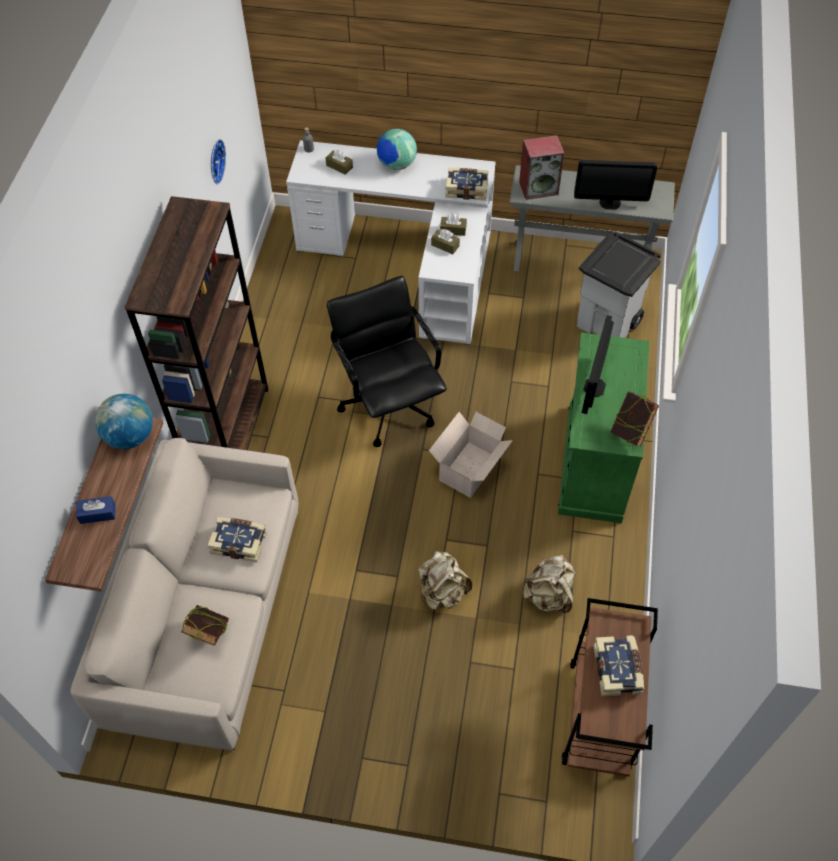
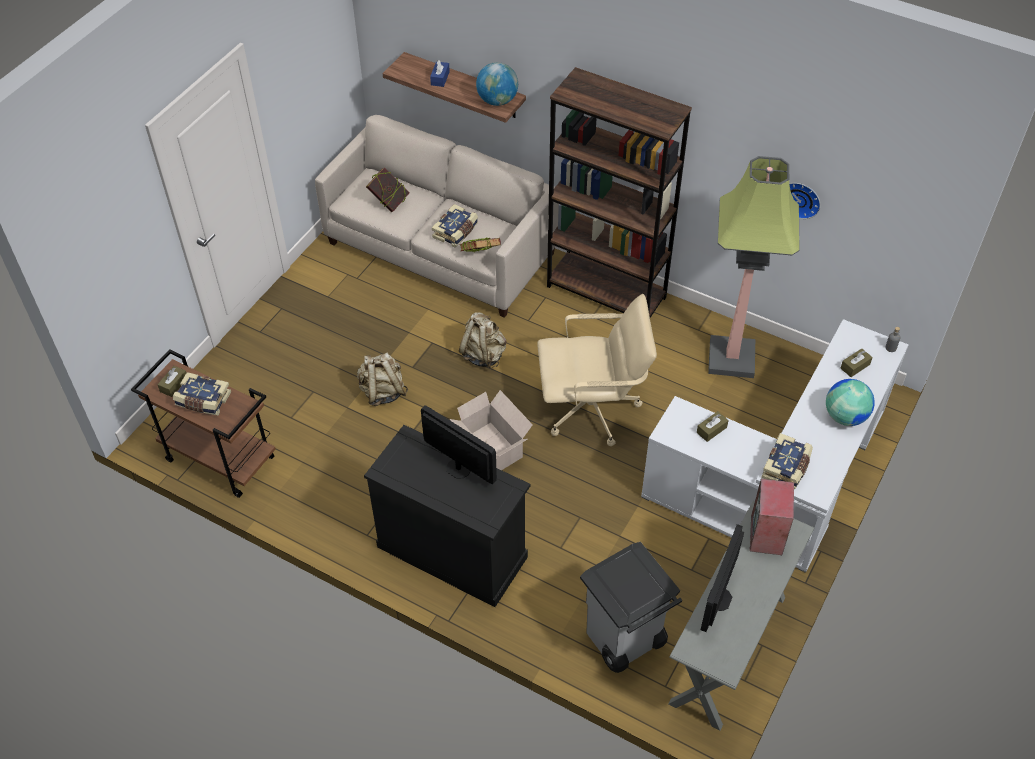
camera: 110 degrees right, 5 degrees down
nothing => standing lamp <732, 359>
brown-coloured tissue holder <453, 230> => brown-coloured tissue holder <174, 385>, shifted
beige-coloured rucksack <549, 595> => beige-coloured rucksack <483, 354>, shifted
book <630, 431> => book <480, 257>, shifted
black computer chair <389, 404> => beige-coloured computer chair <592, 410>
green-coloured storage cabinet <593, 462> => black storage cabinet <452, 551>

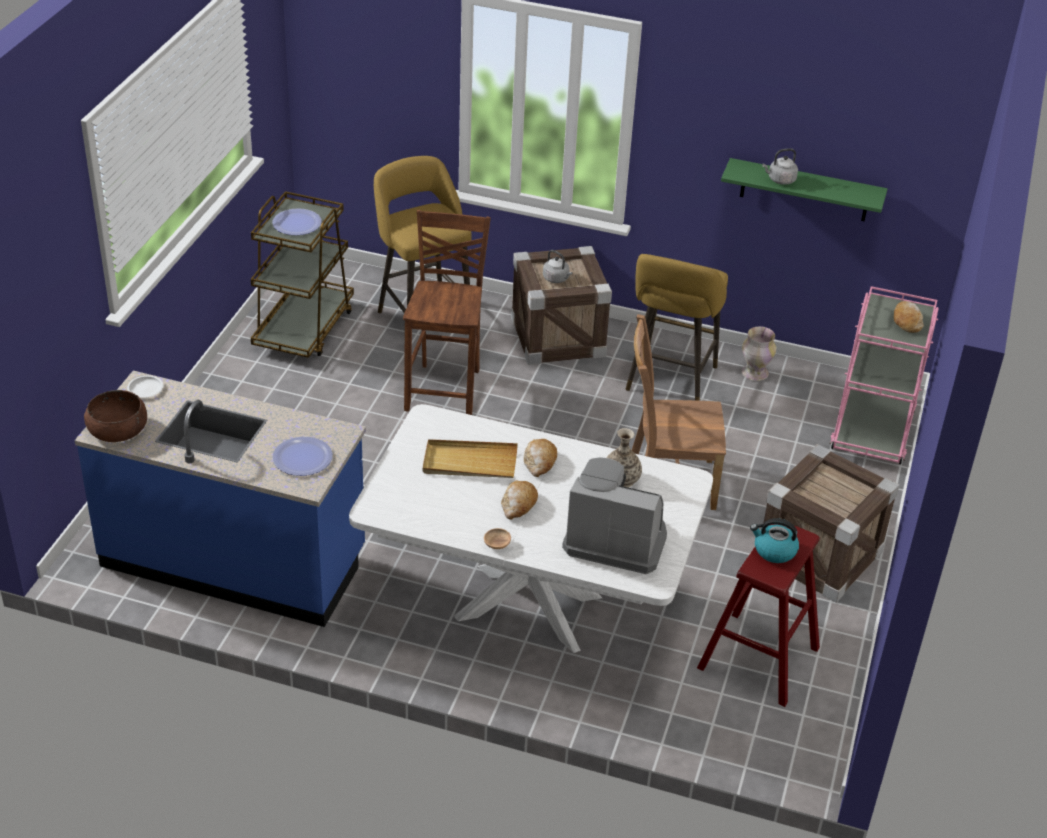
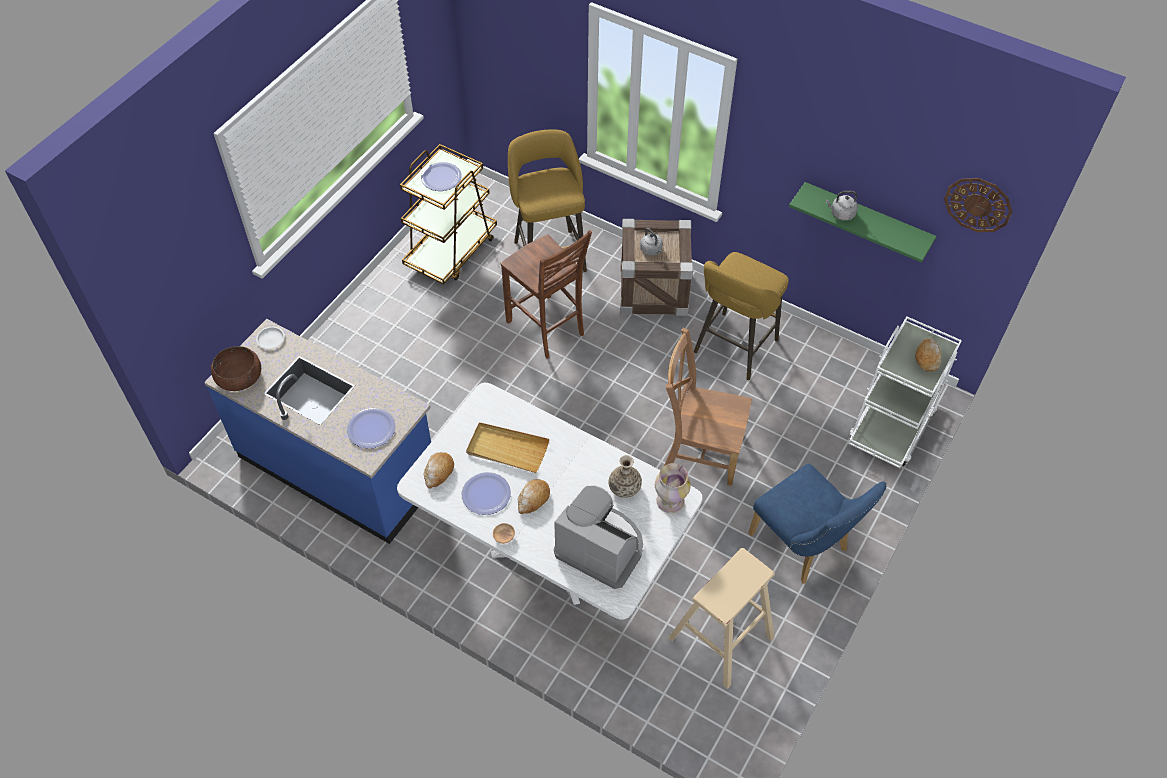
camera: 15 degrees right, 15 degrees up
tea kettle <774, 551> => nothing
nothing => dinner plate <486, 494>
nothing => clock on the wall <978, 204>
bread <539, 462> => bread <438, 472>, shifted
flower vase <754, 373> => flower vase <669, 501>, shifted
crate <819, 556> => blue upright chair <803, 547>
reddish sitting stool <758, 658> => beige-coloured sitting stool <720, 638>
pink cart <872, 429> => whitish cart <891, 425>
brown-coloured upright chair <445, 389> => brown-coloured upright chair <546, 329>, 120 degrees clockwise

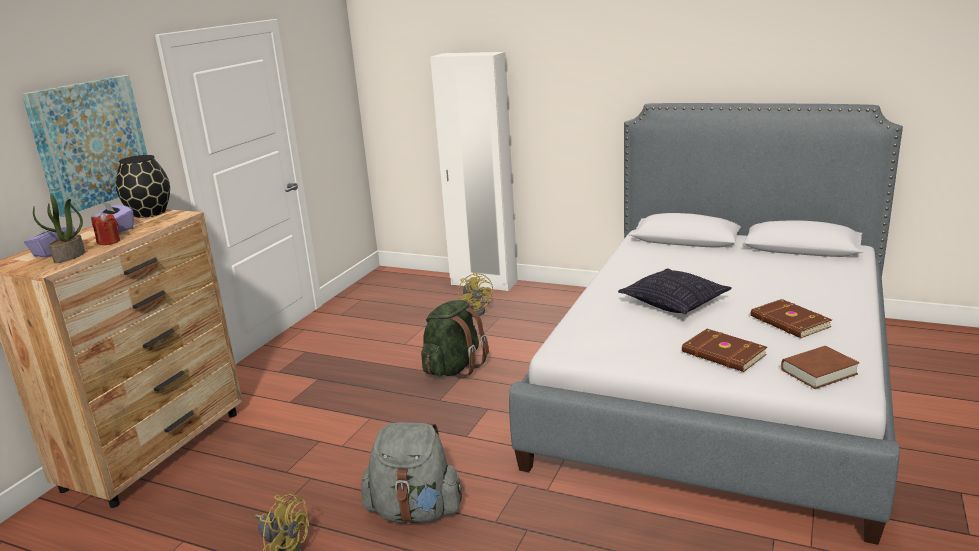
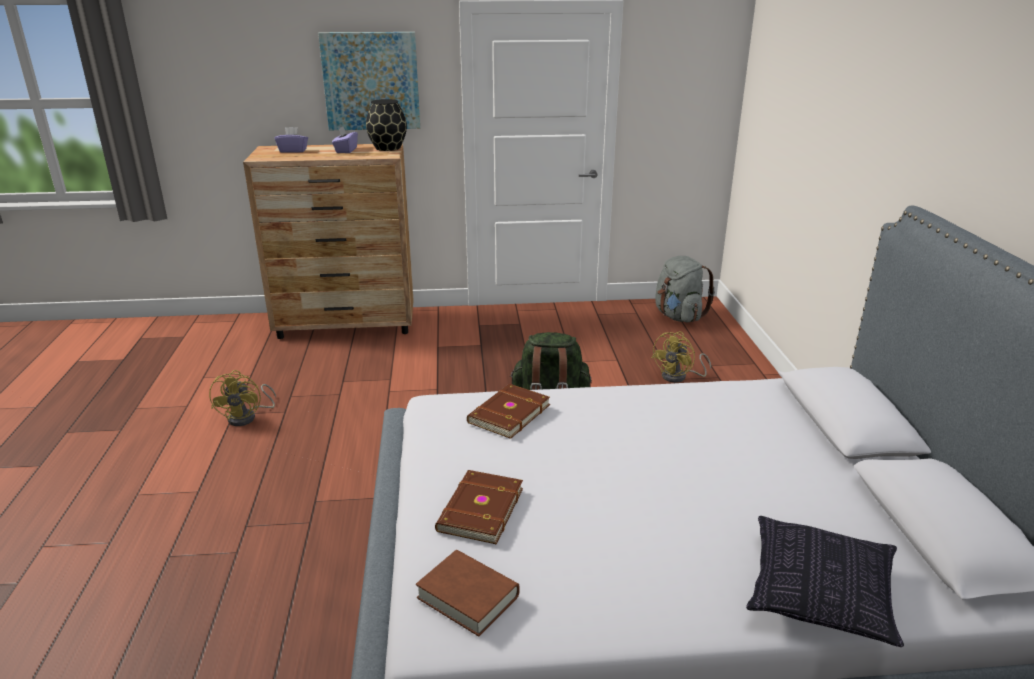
camera: 60 degrees right, 5 degrees up
houseplant <69, 256> => nothing
reddish wax candle <109, 242> => nothing
whitish armoire <483, 283> => nothing
greyish rucksack <415, 511> => greyish rucksack <678, 316>, shifted
cushion <674, 303> => cushion <819, 595>, shifted
brown-coloured book <789, 322> => brown-coloured book <507, 413>, shifted

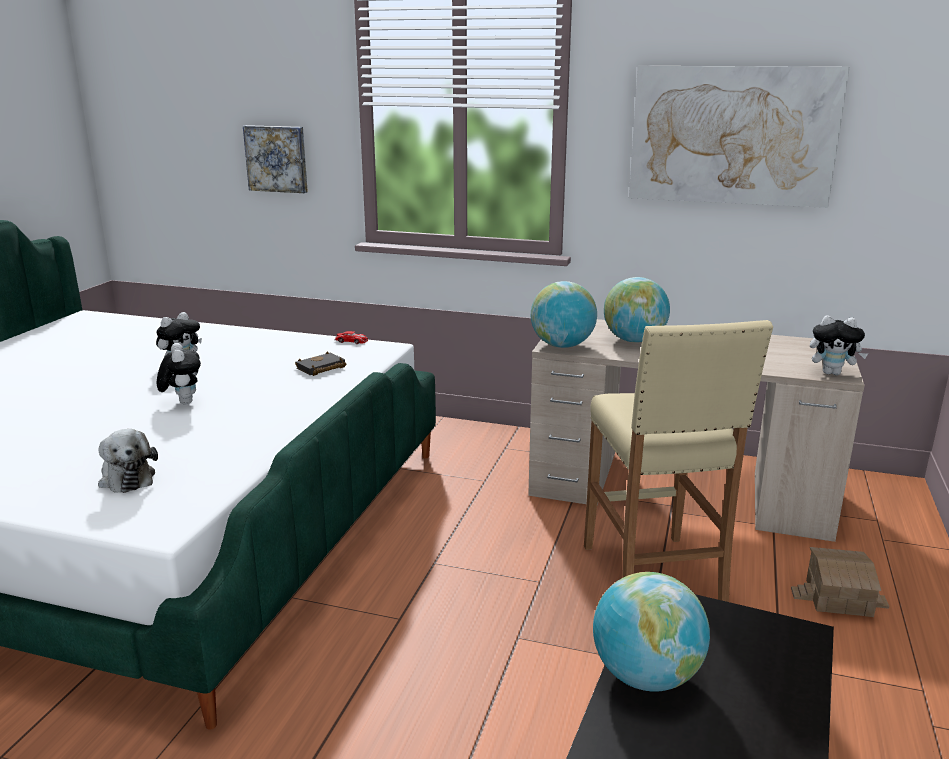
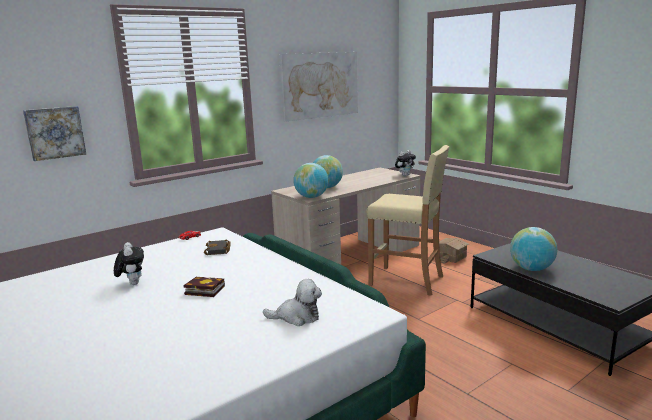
camera: 55 degrees left, 5 degrees down
cuddly toy <183, 402> => book <203, 290>

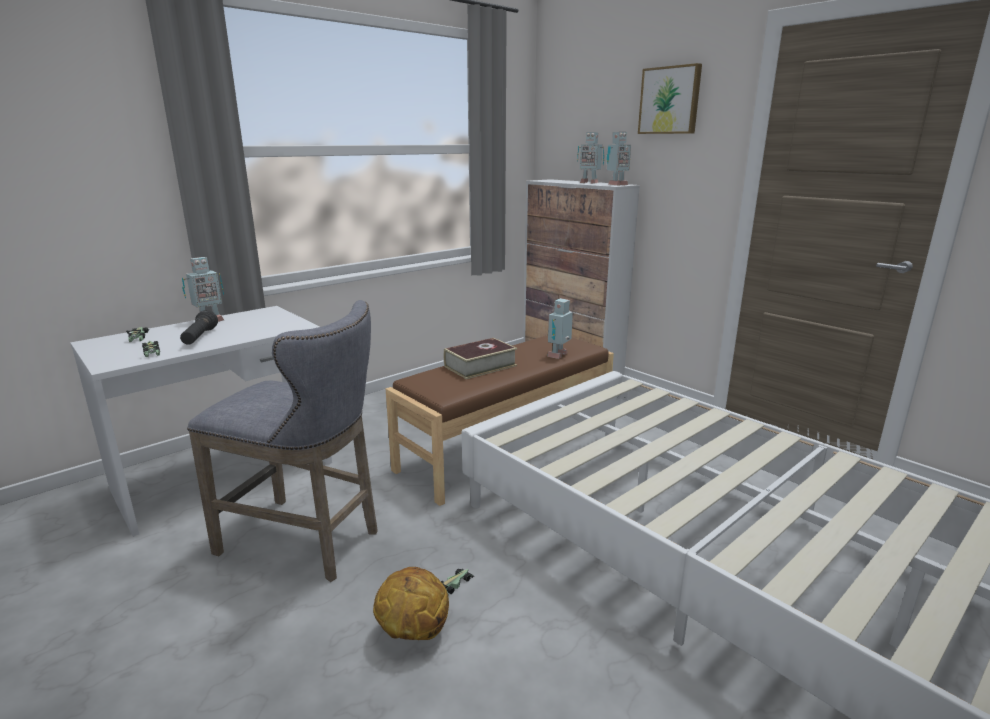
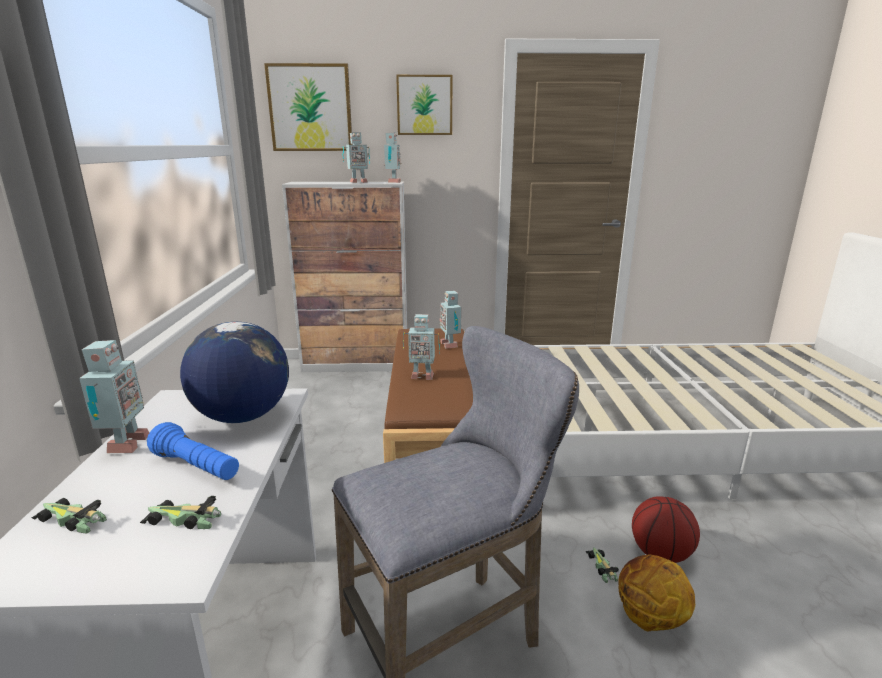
camera: 50 degrees left, 0 degrees up
nothing => world globe <242, 416>
nothing => wall picture <310, 108>
nothing => ball for basketball <661, 554>
book <480, 366> => robot figure <421, 375>
black flashlight <200, 338> => blue flashlight <197, 467>

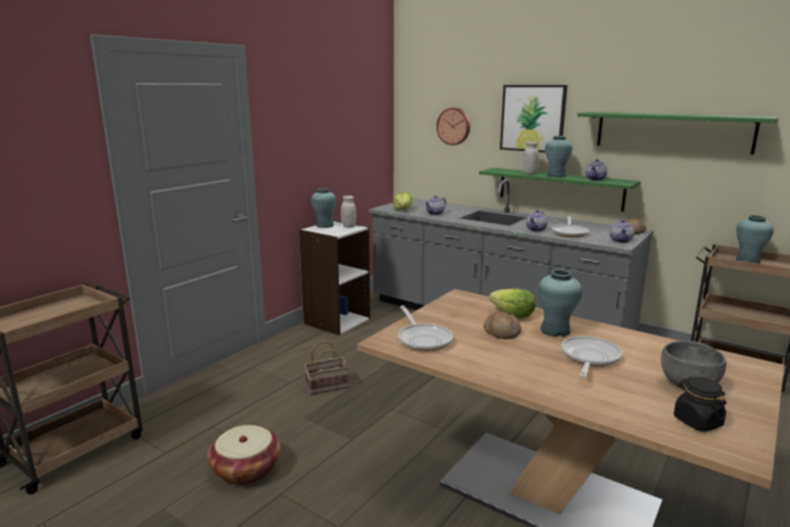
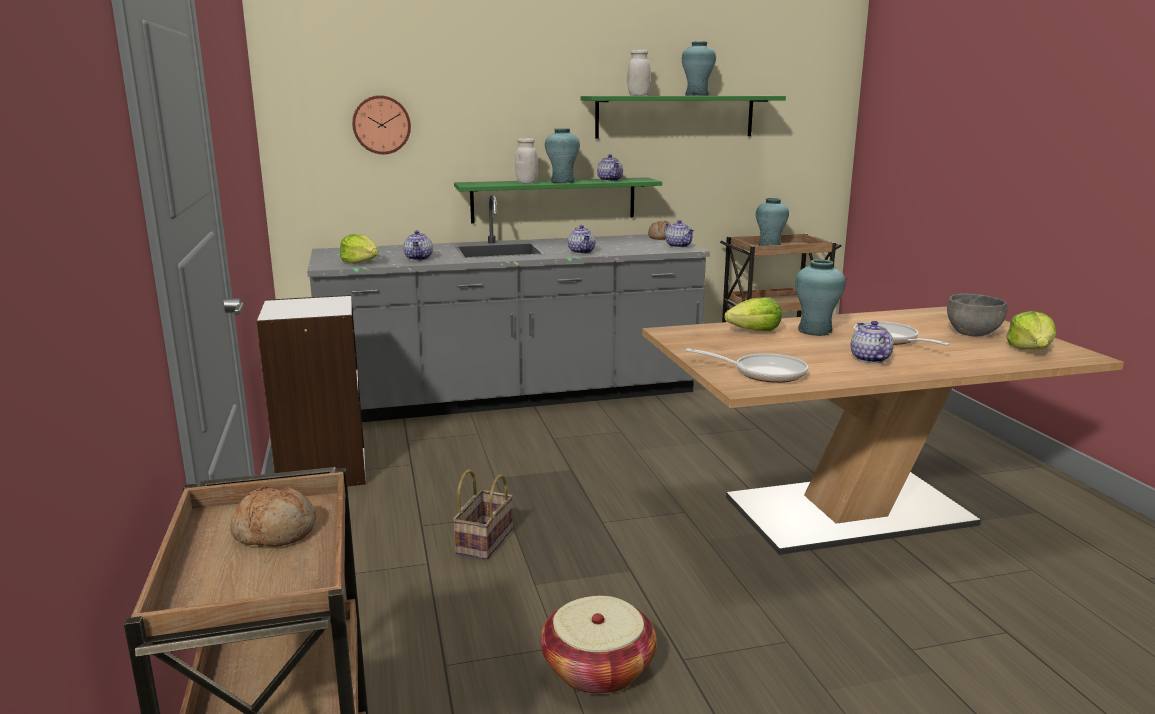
camera: 50 degrees left, 0 degrees up
wall picture <532, 118> => nothing
skillet <569, 233> => nothing
nothing => pot for tea <869, 359>
turquoise flower vase <325, 225> => turquoise flower vase <697, 95>, shifted
whitish jar <348, 226> => whitish jar <638, 95>, shifted
bread <502, 332> => bread <276, 531>, shifted
black jar <697, 421> => lettuce <1030, 350>

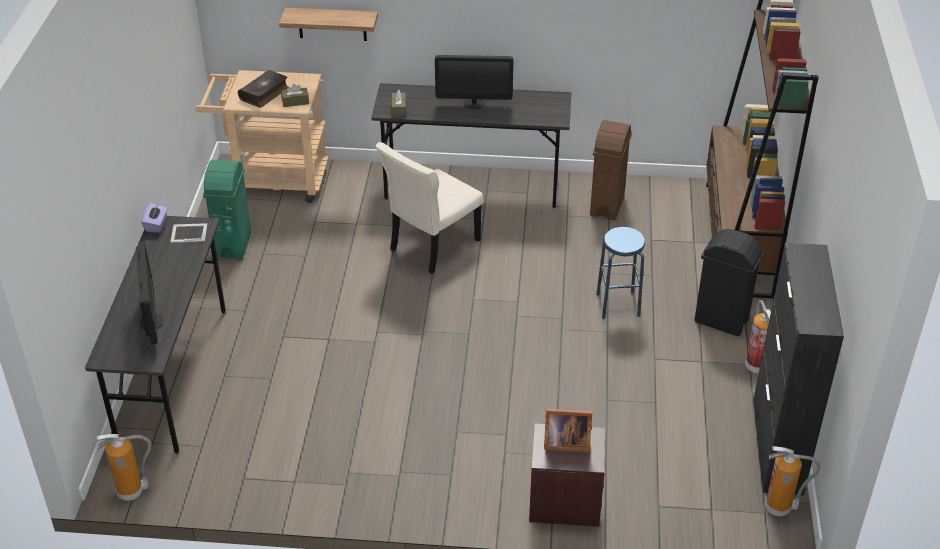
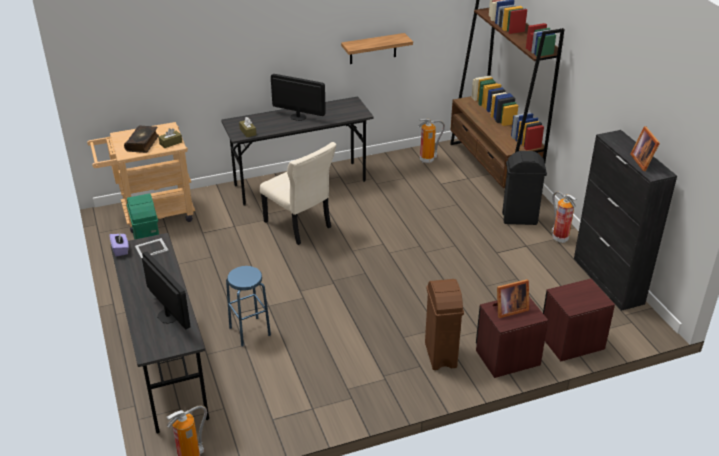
camera: 25 degrees left, 5 degrees down
nothing => brown-coloured night table <571, 342>
nothing => picture frame <643, 161>
wall shelf <332, 24> => wall shelf <373, 48>, shifted
brown-coloured rubbish bin <607, 206> => brown-coloured rubbish bin <440, 355>, shifted
blue sitting stool <618, 305> => blue sitting stool <250, 331>, shifted
extinguisher <779, 508> => extinguisher <427, 160>, shifted
beige-coloured upright chair <432, 246> => beige-coloured upright chair <299, 226>, 60 degrees counterclockwise
computer display <474, 103> => computer display <298, 117>, 135 degrees counterclockwise

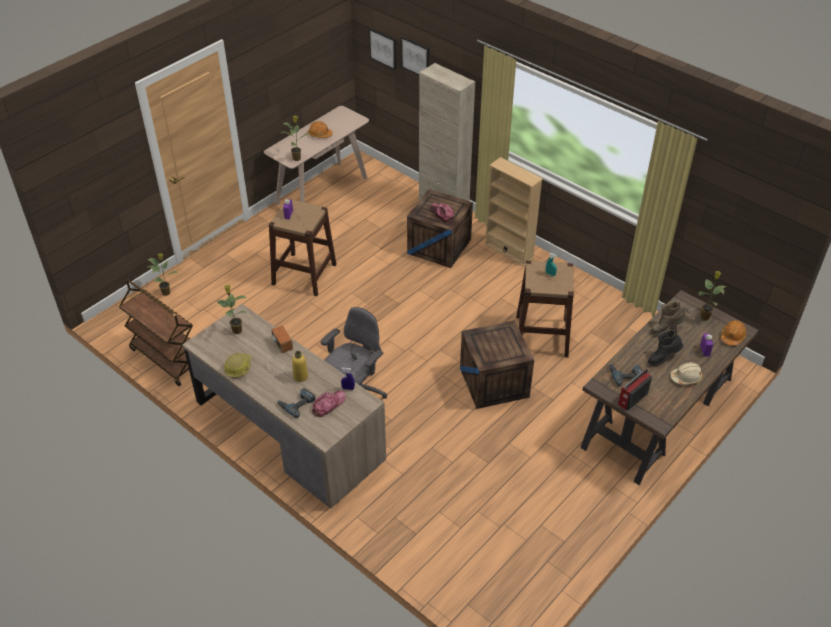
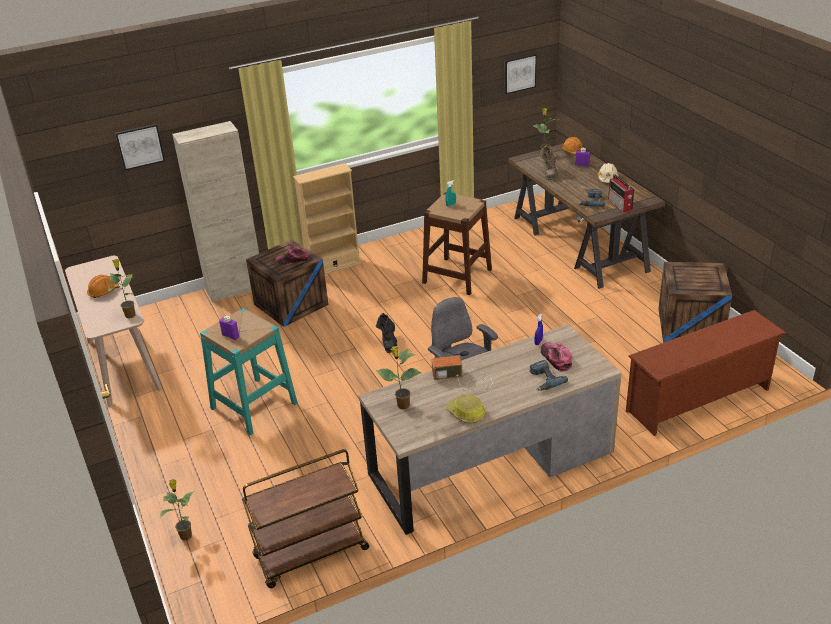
camera: 65 degrees left, 10 degrees down
yellow beverage bottle <300, 376> => nothing
nothing => brown-coloured shoe stand <699, 401>
wall picture <383, 48> => wall picture <519, 73>, shifted
crate <494, 382> => crate <690, 326>, shifted
black tall boot <663, 358> => black tall boot <389, 343>, shifted
brown-coloured sitting stool <304, 274> => turquoise sitting stool <254, 406>

